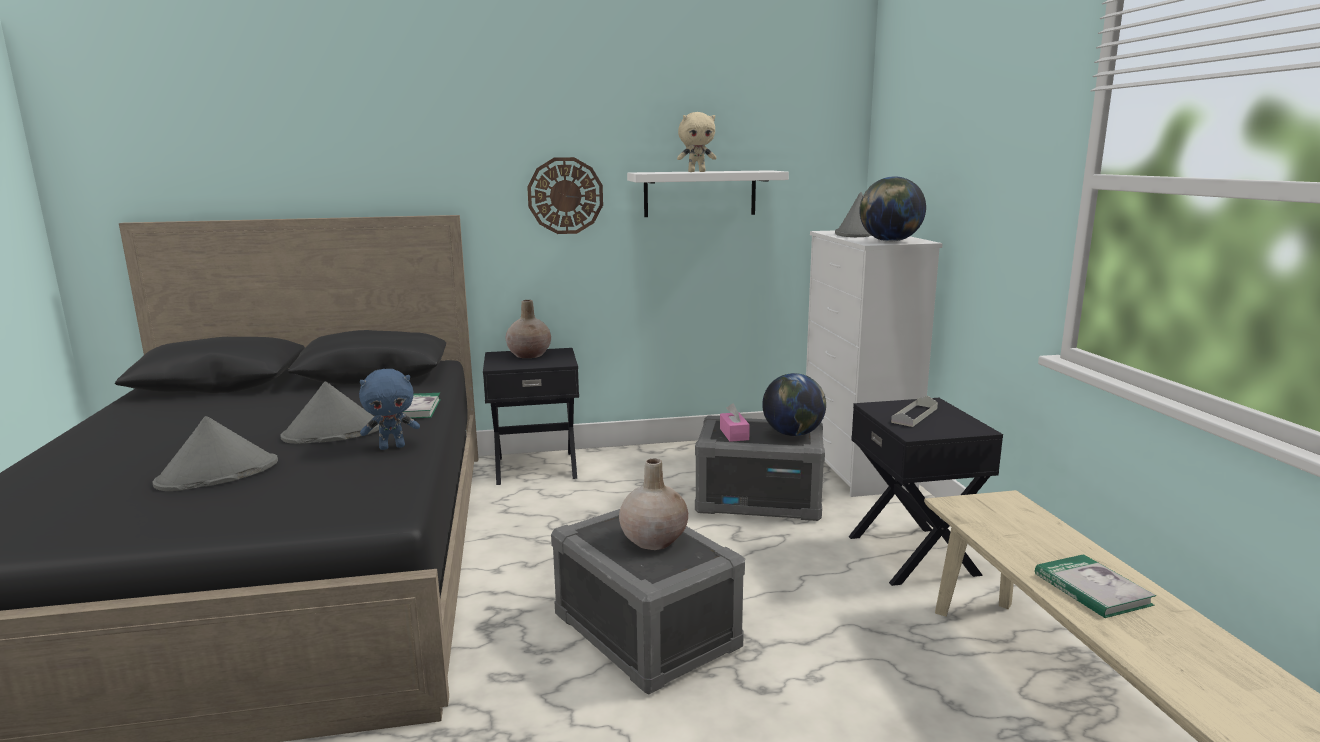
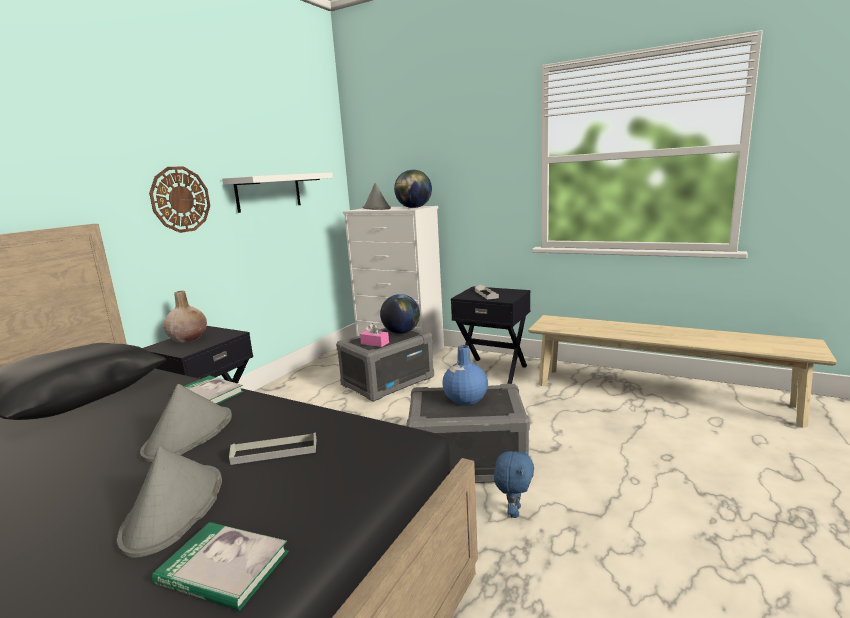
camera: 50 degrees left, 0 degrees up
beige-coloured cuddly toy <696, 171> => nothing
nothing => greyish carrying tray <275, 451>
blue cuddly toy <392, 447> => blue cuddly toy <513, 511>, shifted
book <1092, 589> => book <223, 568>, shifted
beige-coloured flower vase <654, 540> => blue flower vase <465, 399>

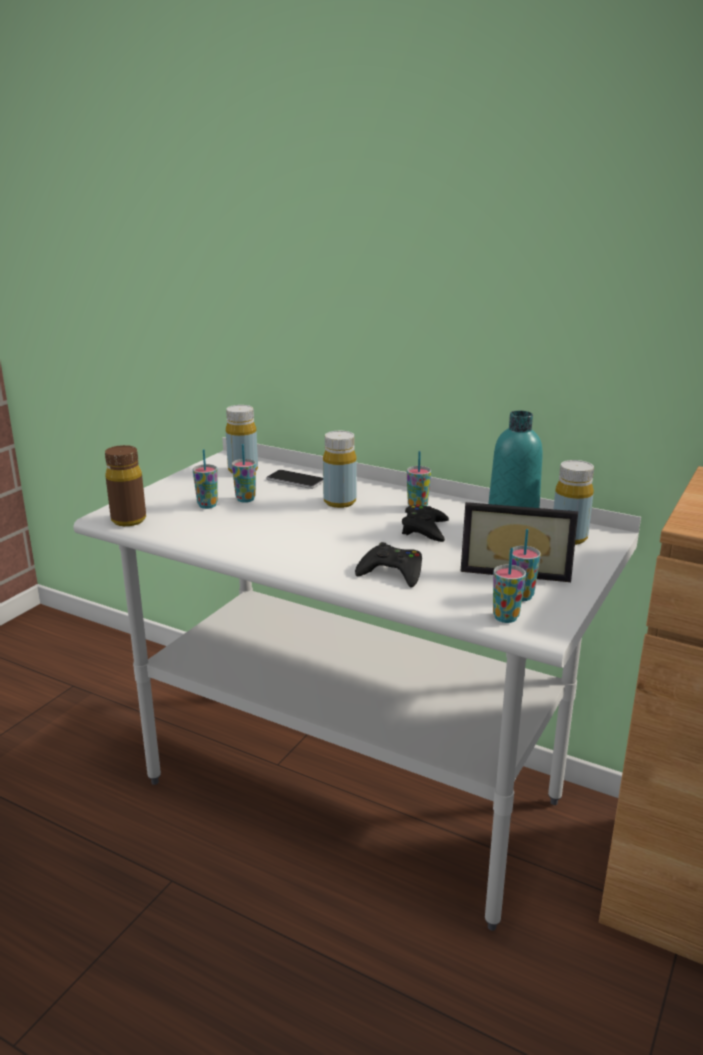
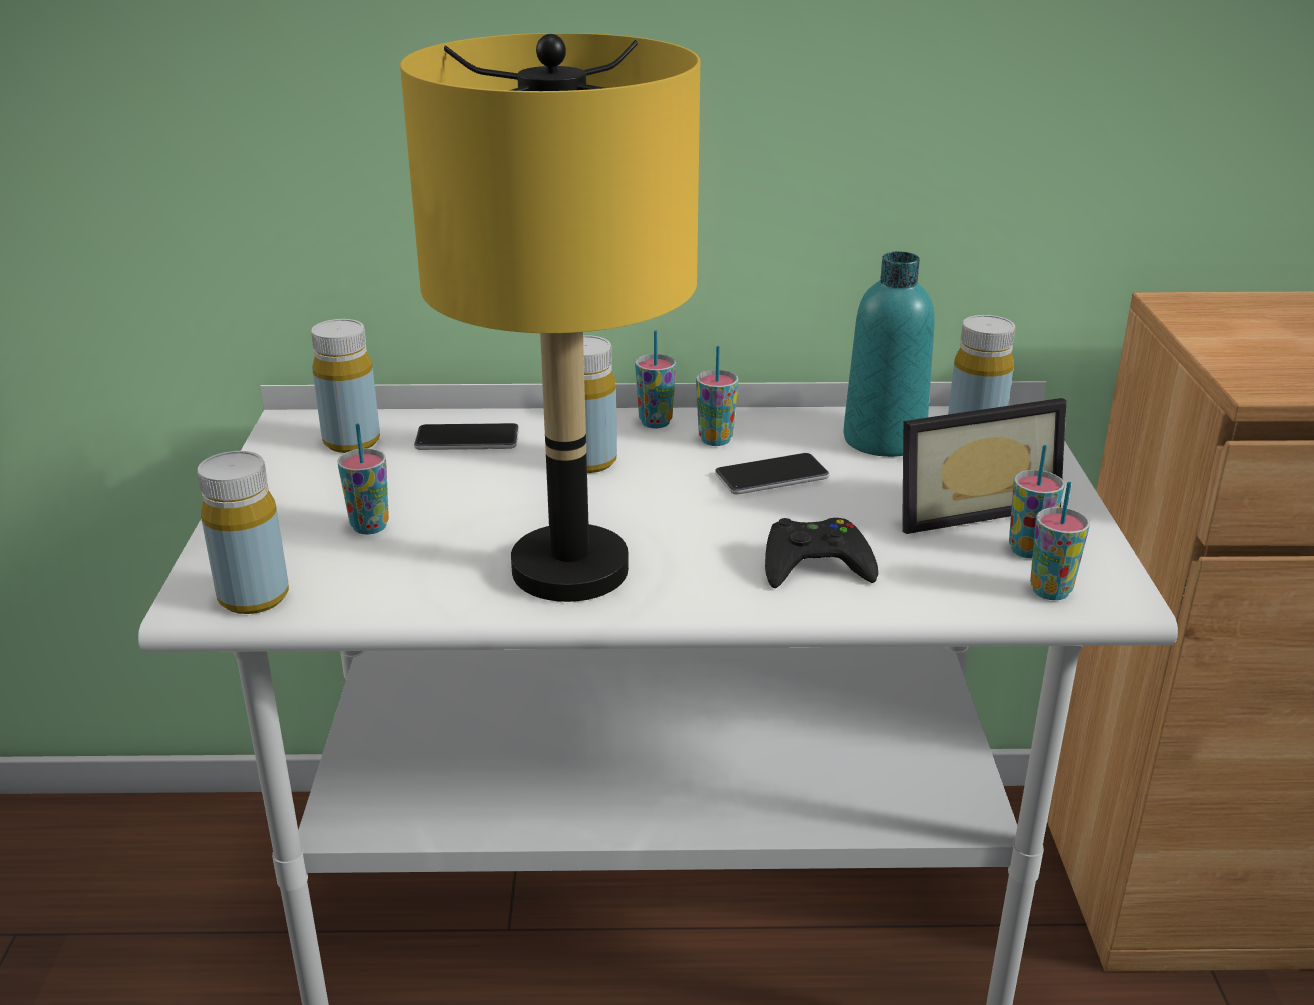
camera: 30 degrees left, 5 degrees up
nothing => yellow tabletop lamp <571, 569>
drinking cup <245, 499> => drinking cup <655, 422>, shifted
black joypad <424, 529> => handset <771, 476>
brown-coloured beverage bottle <129, 520> => yellow beverage bottle <254, 597>

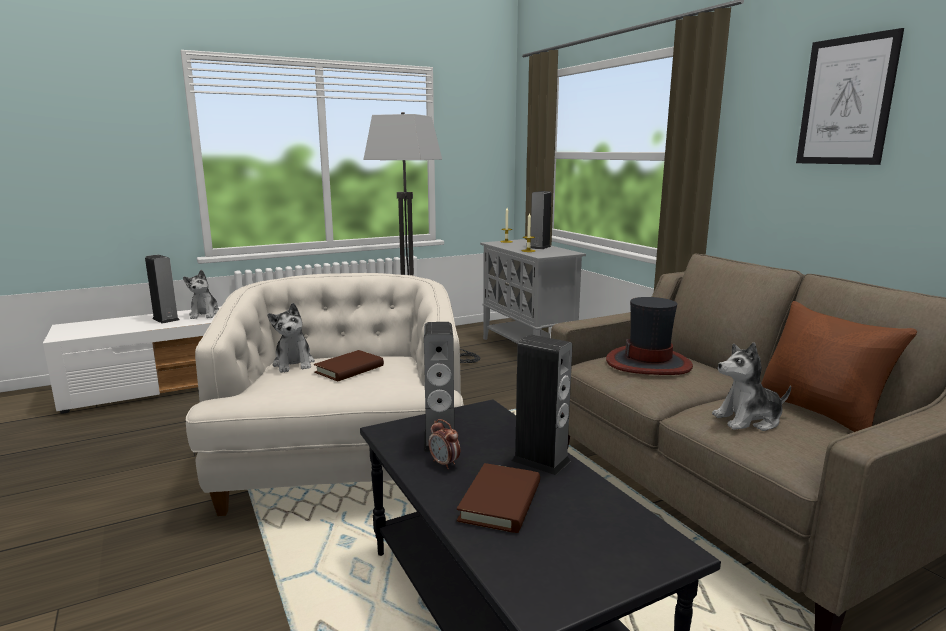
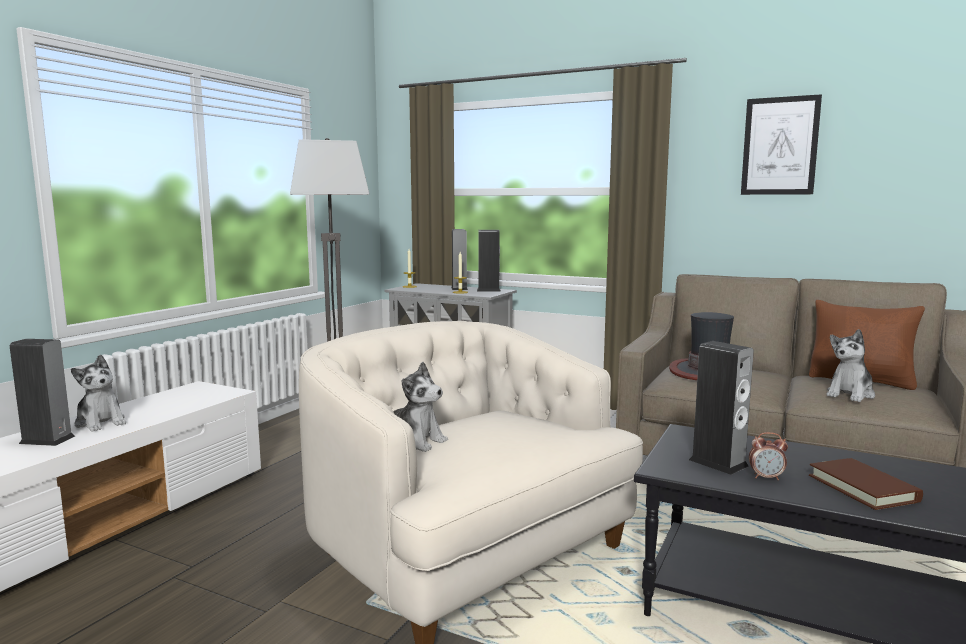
camera: 35 degrees left, 5 degrees down
brown-coloured book <349, 369> => nothing
loudspeaker <541, 460> => loudspeaker <488, 290>, shifted

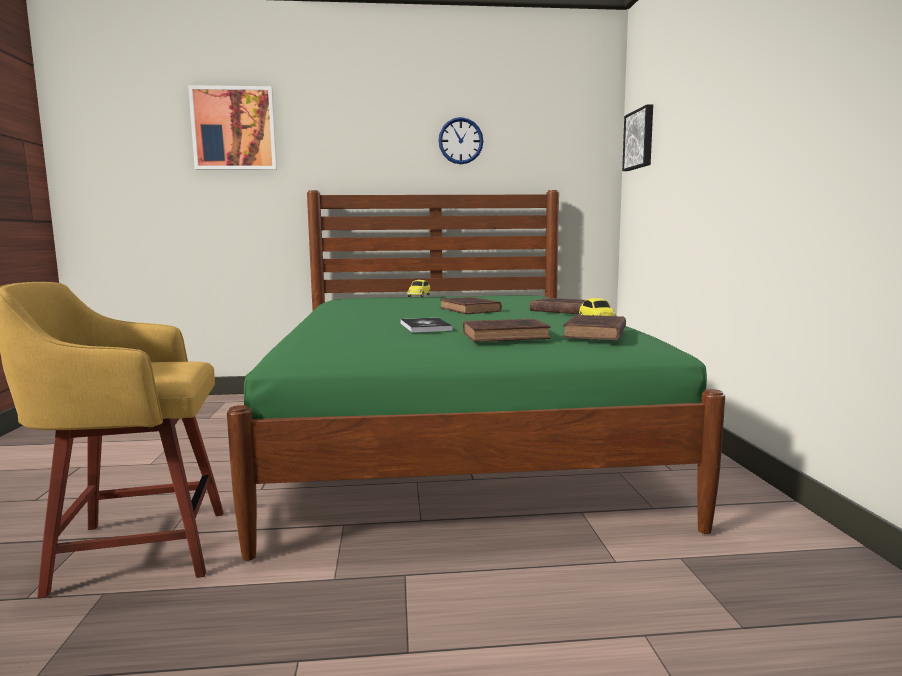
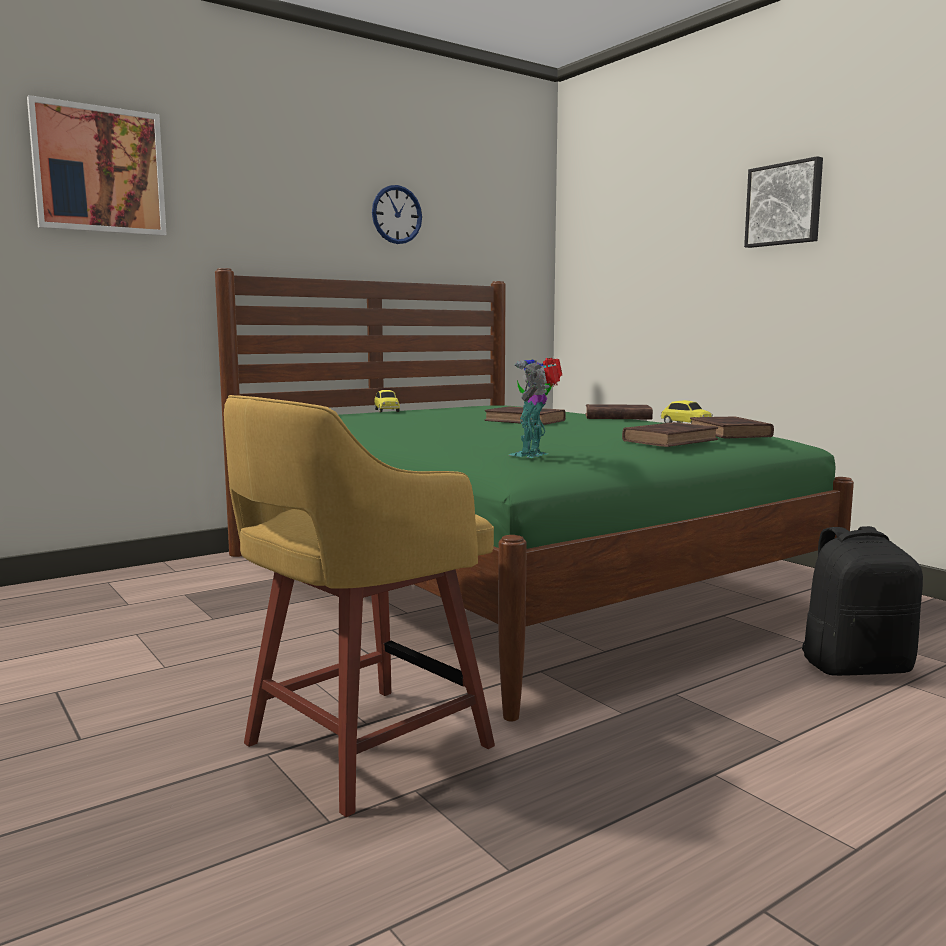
camera: 30 degrees left, 0 degrees up
book <425, 327> => nothing
nothing => robot figure <533, 455>
nothing => black rucksack <855, 666>
wall picture <640, 139> => wall picture <784, 204>, shifted

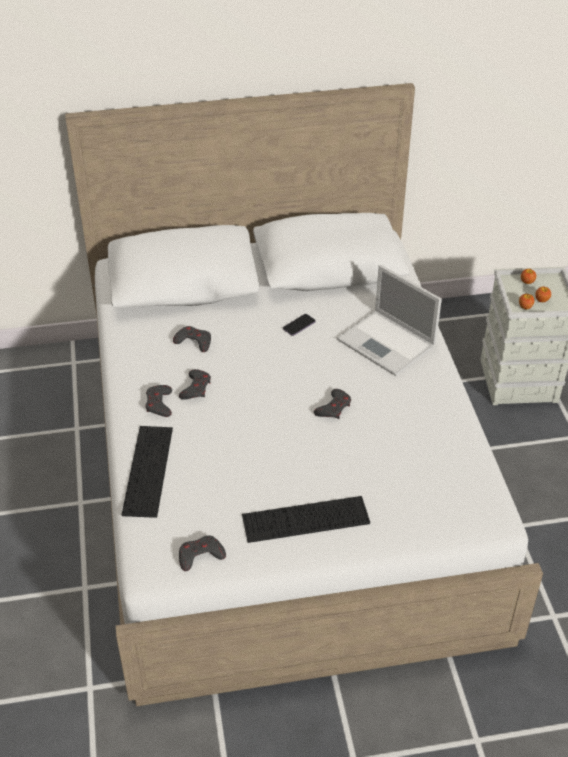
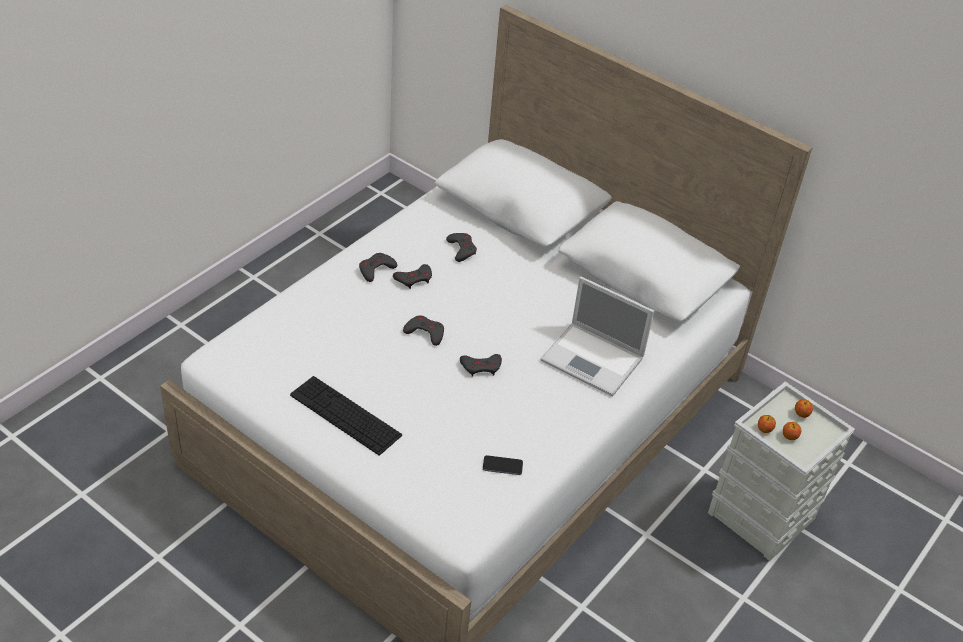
camera: 45 degrees right, 0 degrees up
computer keyboard <148, 470> => nothing
greyish joypad <200, 555> => greyish joypad <425, 332>, shifted
handset <299, 325> => handset <502, 466>, shifted
notebook computer <387, 344> => notebook computer <594, 360>, 60 degrees counterclockwise

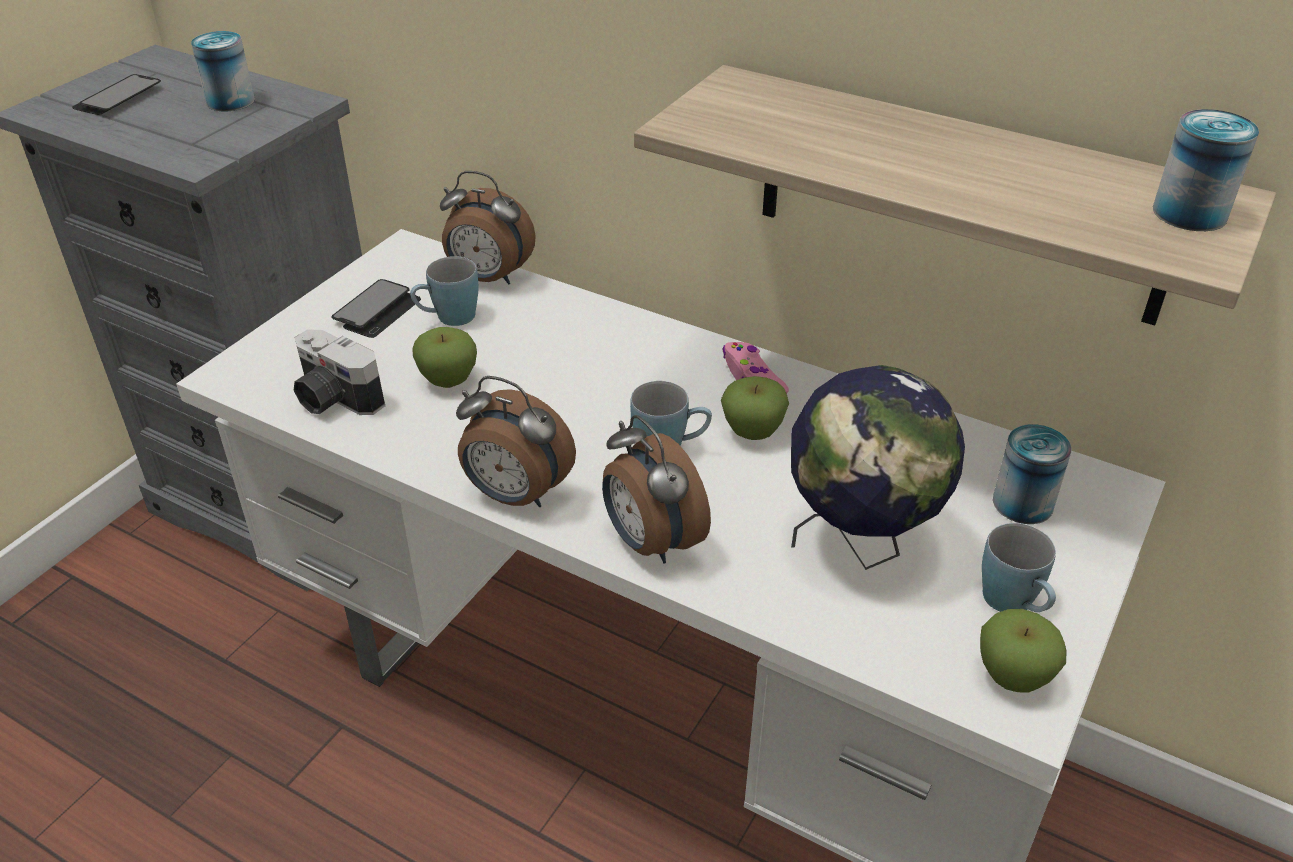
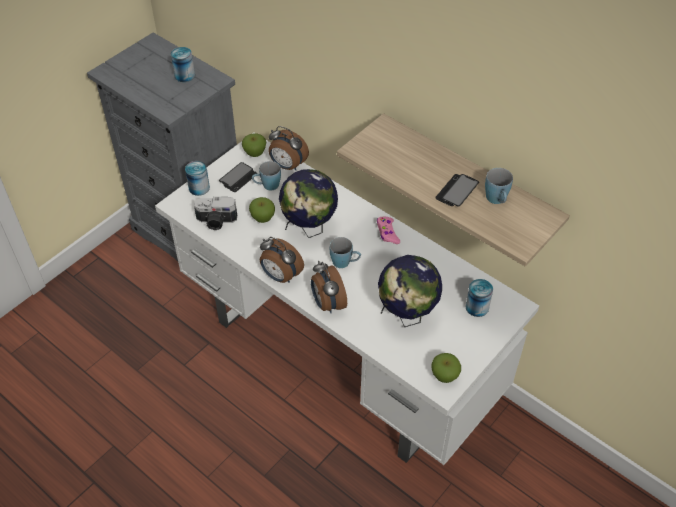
camera: 10 degrees right, 10 degrees up
nothing => world globe <309, 229>
handset <118, 97> => handset <457, 191>, shifted
whole apple <752, 432> => whole apple <255, 153>, shifted
blue tea mug <1014, 605> => blue tea mug <497, 200>, shifted
sealed can <1189, 213> => sealed can <199, 188>, shifted
photo camera <333, 399> => photo camera <216, 221>, 45 degrees counterclockwise

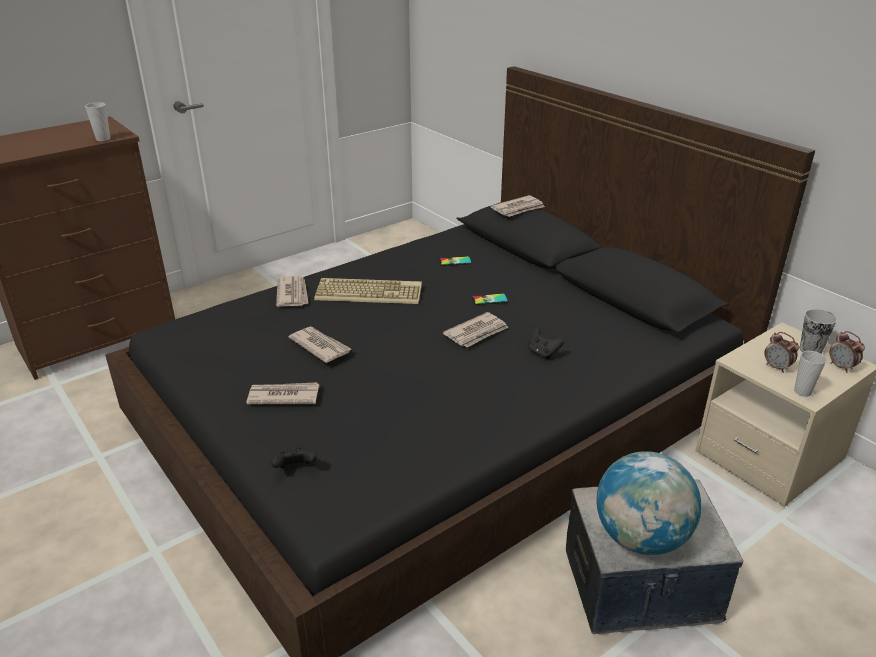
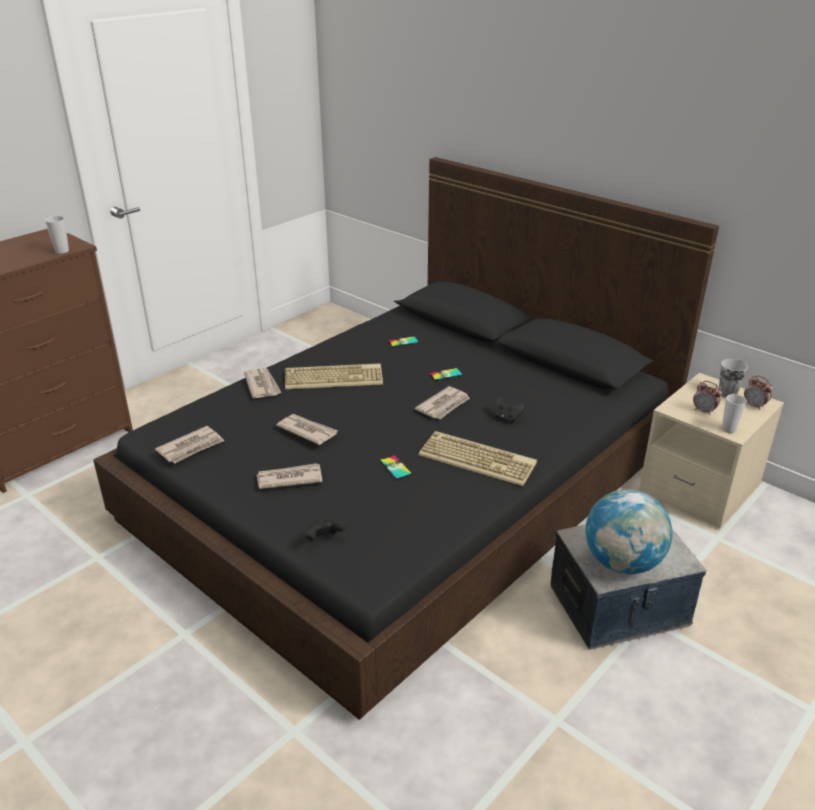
camera: 10 degrees left, 0 degrees up
nothing => handset <395, 467>
nothing => computer keyboard <478, 459>
newspaper <518, 209> => newspaper <191, 447>, shifted

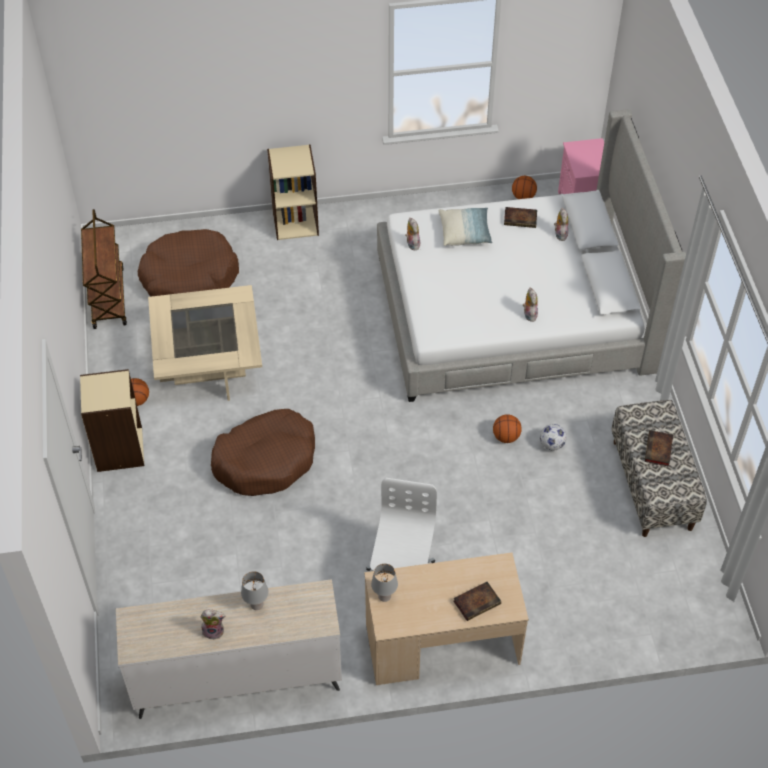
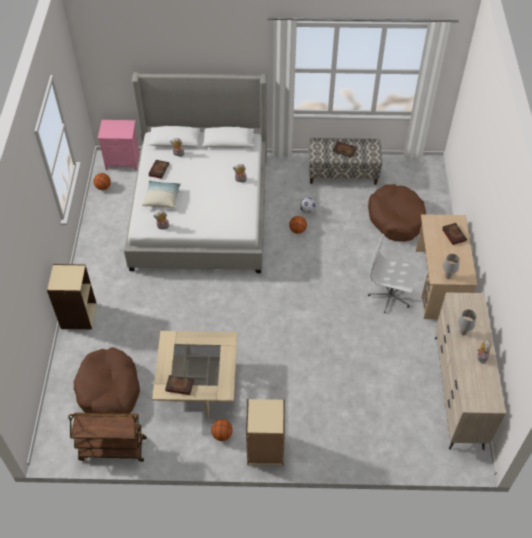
camera: 80 degrees left, 0 degrees up
nothing => book <179, 386>
brown-coloured dog cushion <266, 460> => brown-coloured dog cushion <396, 218>, shifted

